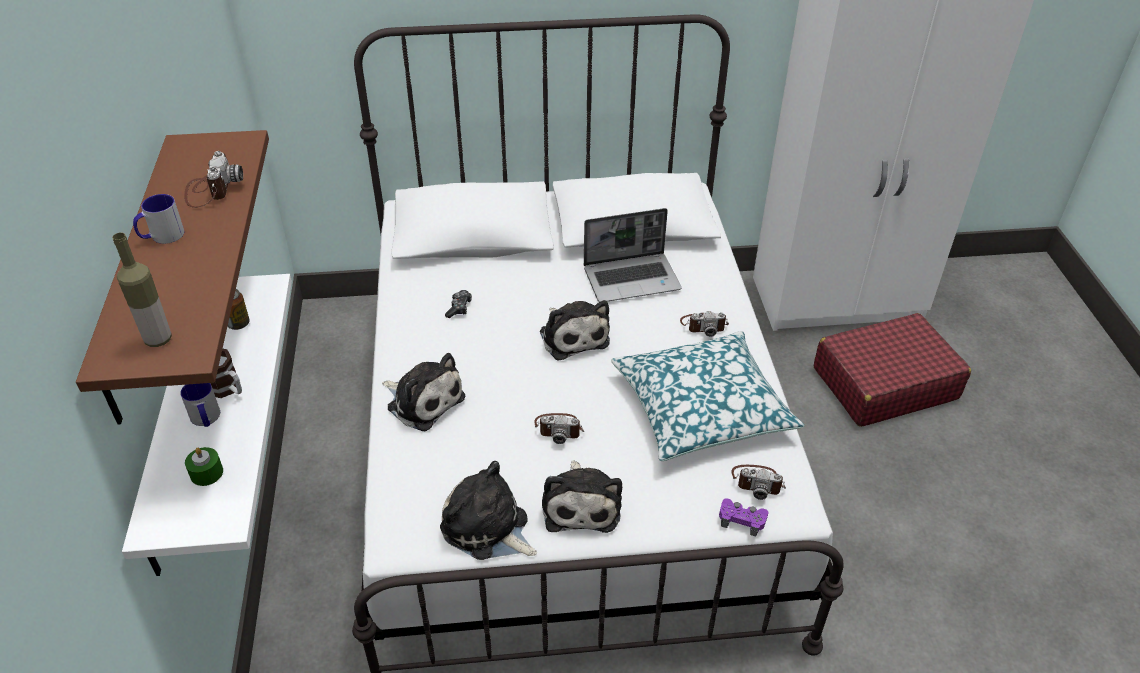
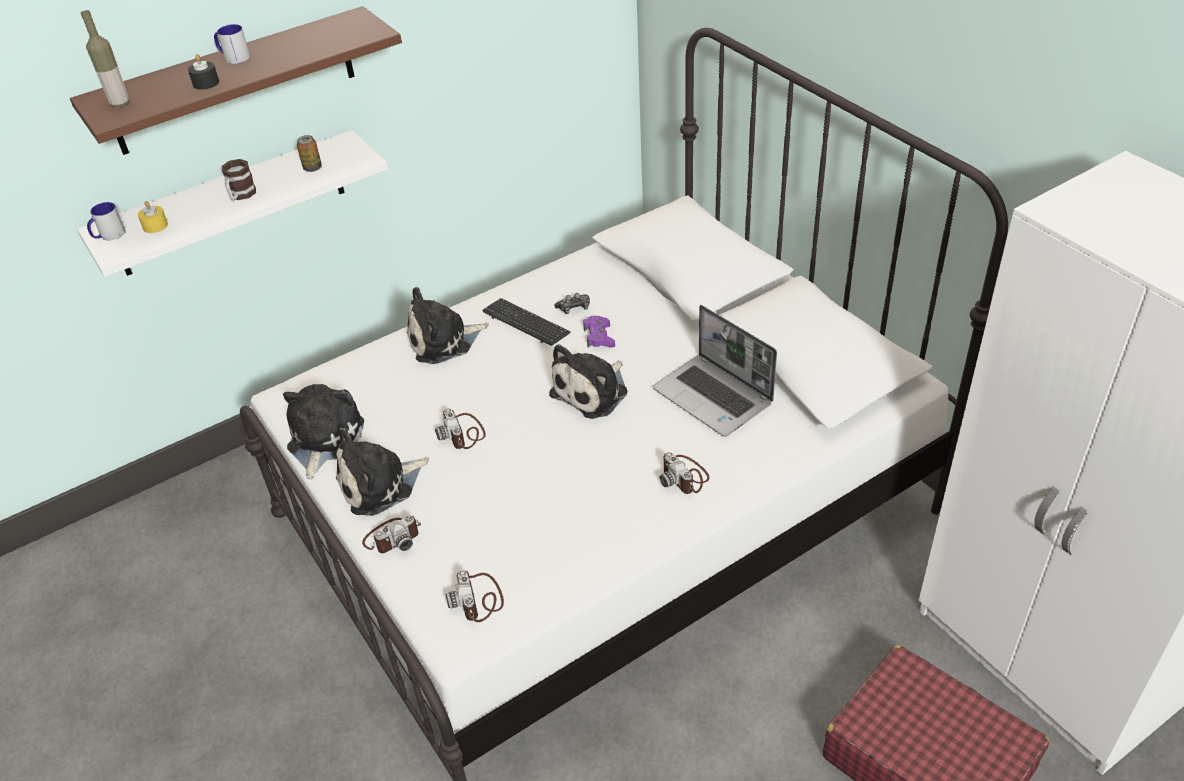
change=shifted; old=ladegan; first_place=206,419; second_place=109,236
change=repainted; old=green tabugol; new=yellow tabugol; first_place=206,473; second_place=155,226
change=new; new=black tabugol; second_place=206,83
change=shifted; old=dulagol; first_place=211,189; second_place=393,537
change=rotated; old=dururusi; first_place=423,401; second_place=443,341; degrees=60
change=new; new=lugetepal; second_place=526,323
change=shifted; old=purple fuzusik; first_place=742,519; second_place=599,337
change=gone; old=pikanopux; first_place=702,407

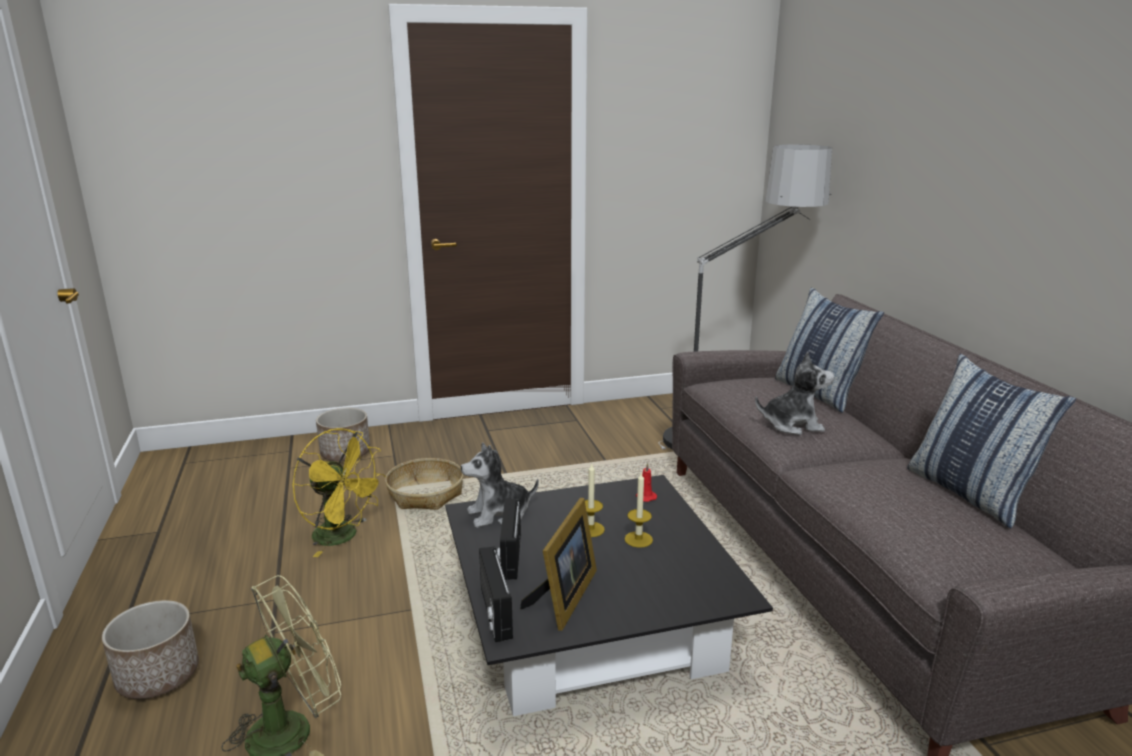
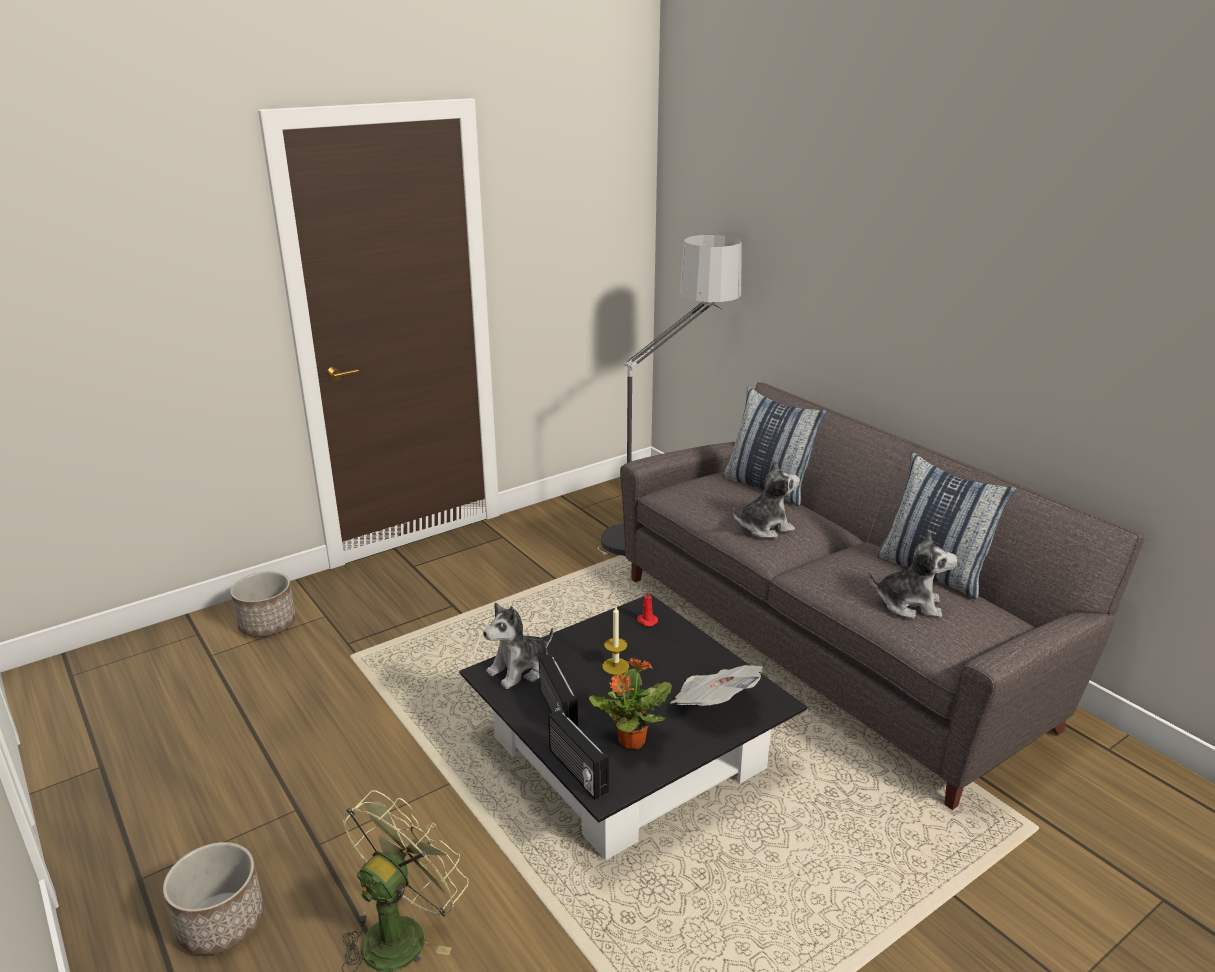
change=swapped; old=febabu; new=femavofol; first_place=564,598; second_place=631,741
change=new; new=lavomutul; second_place=714,704
change=new; new=dururusi; second_place=909,604
change=gone; old=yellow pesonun; first_place=343,537
change=gone; old=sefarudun; first_place=425,494
change=gone; old=tabugol; first_place=638,539

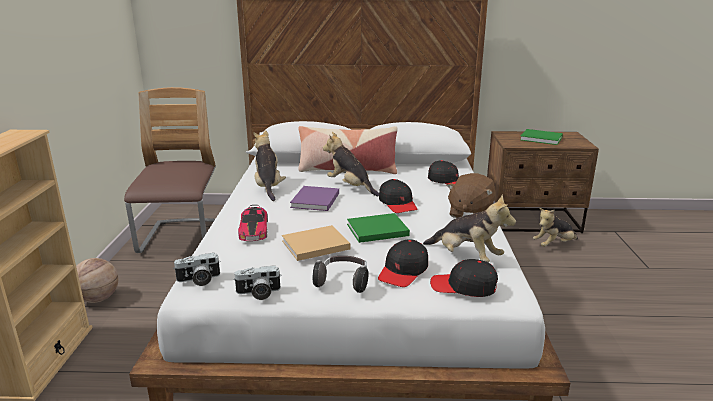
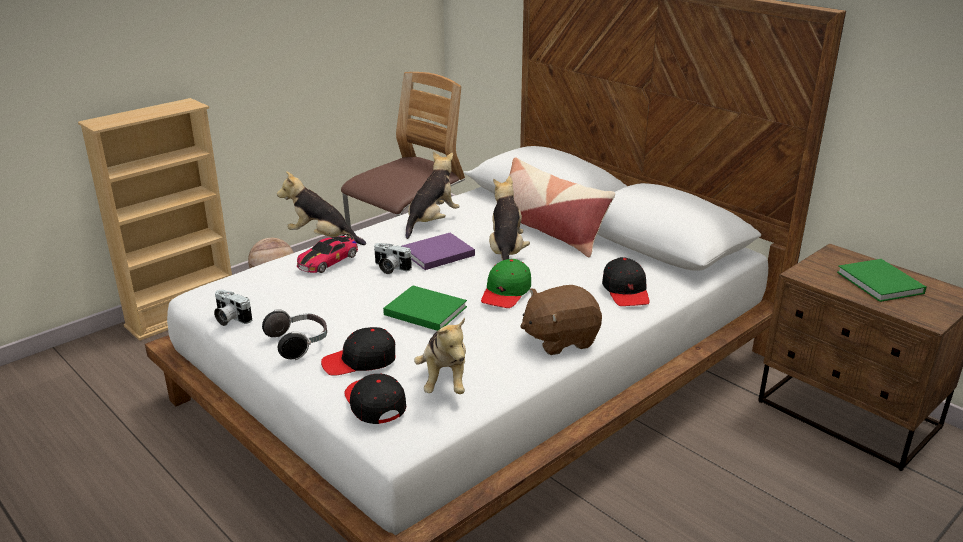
change=shifted; old=dururusi; first_place=554,245; second_place=322,238
change=shifted; old=dulagol; first_place=199,280; second_place=390,268
change=repainted; old=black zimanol; new=green zimanol; first_place=398,203; second_place=506,292
change=gone; old=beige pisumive; first_place=313,245

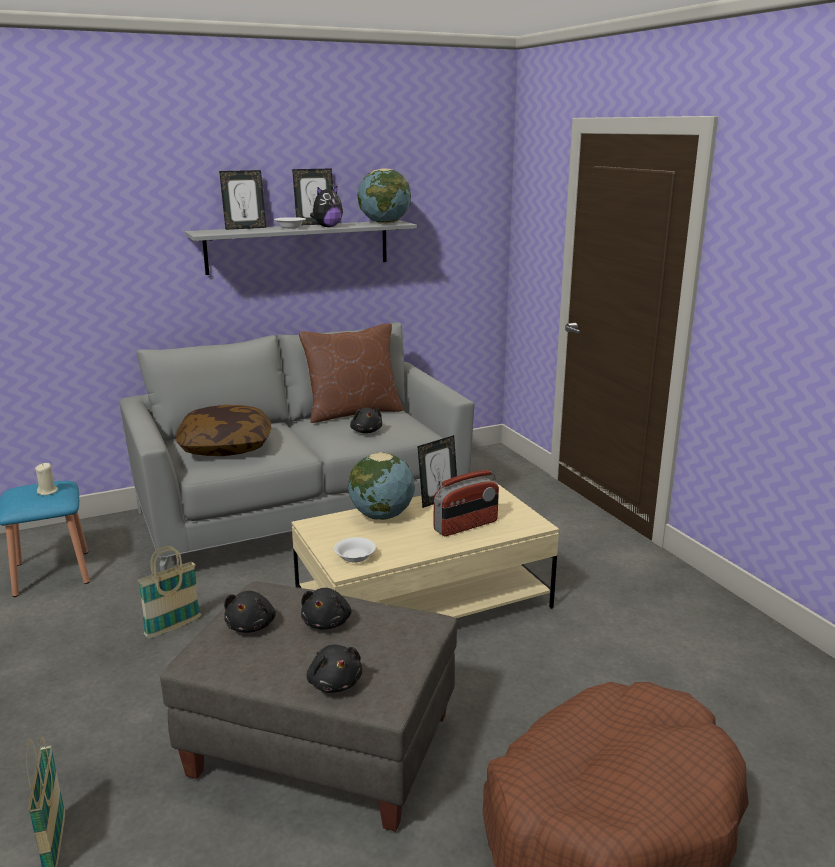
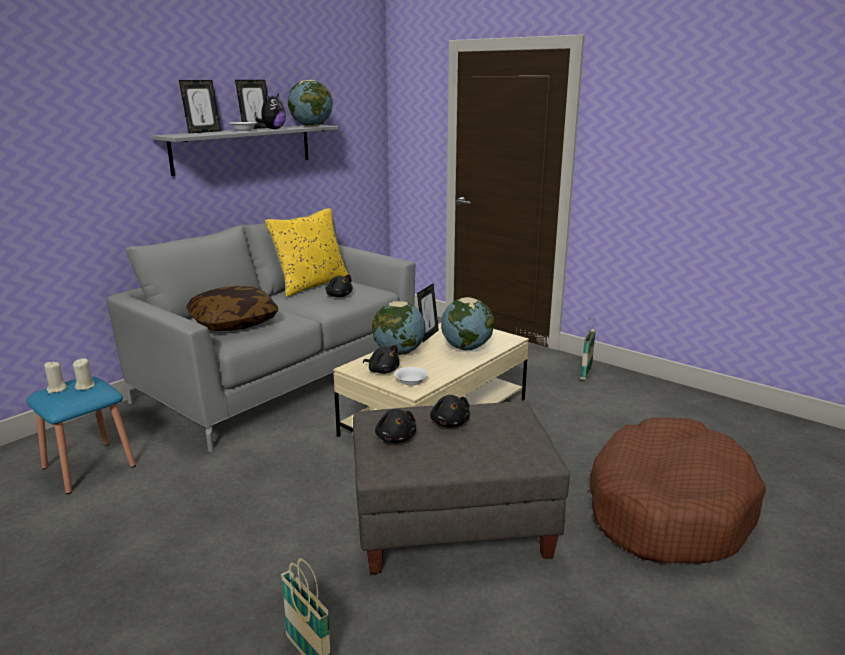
change=new; new=beige tabugol; second_place=57,389
change=repainted; old=brown pikanopux; new=yellow pikanopux; first_place=353,412; second_place=311,285
change=shifted; old=black dururusi; first_place=334,682; second_place=382,371
change=swapped; old=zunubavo; new=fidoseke; first_place=466,526; second_place=466,348
change=shifted; old=sefarudun; first_place=173,627; second_place=586,373

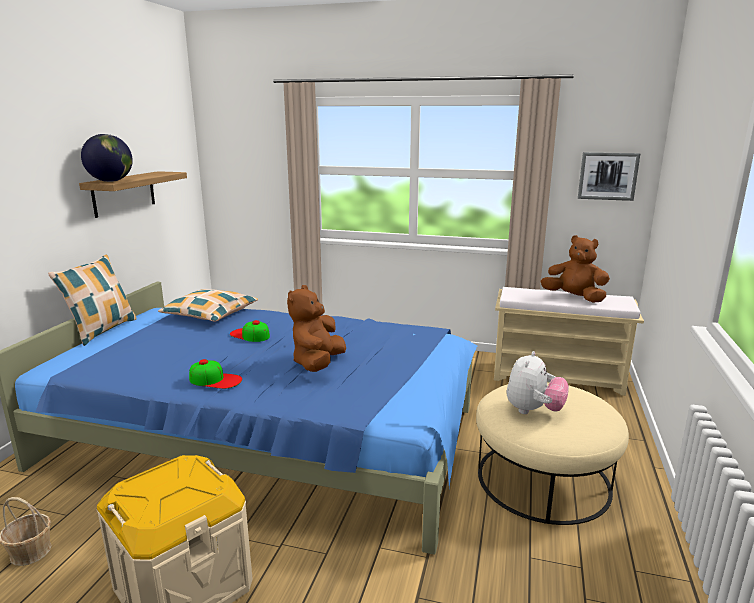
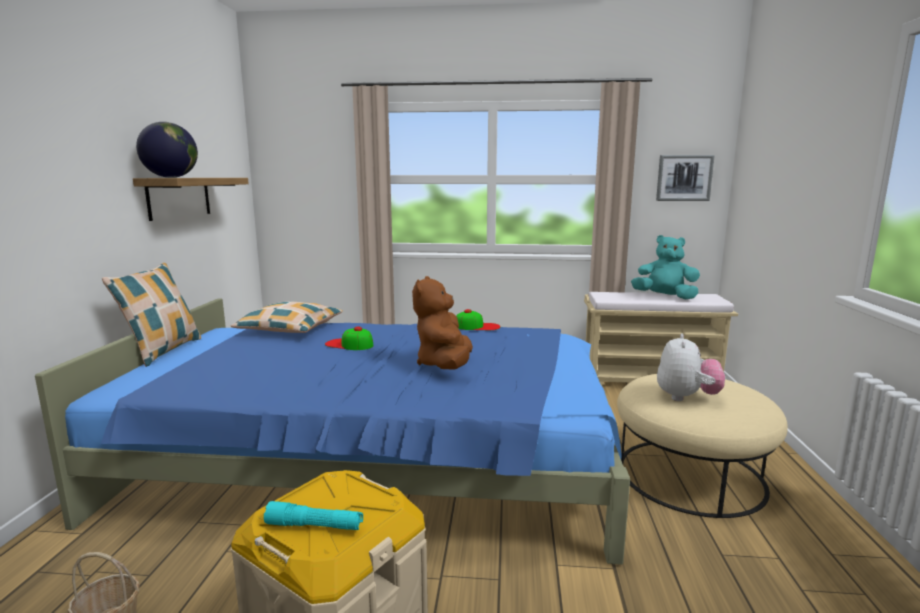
change=new; new=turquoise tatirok; second_place=314,526
change=shifted; old=zimanol; first_place=215,380; second_place=477,326
change=repainted; old=brown dururusi; new=turquoise dururusi; first_place=574,298; second_place=664,297

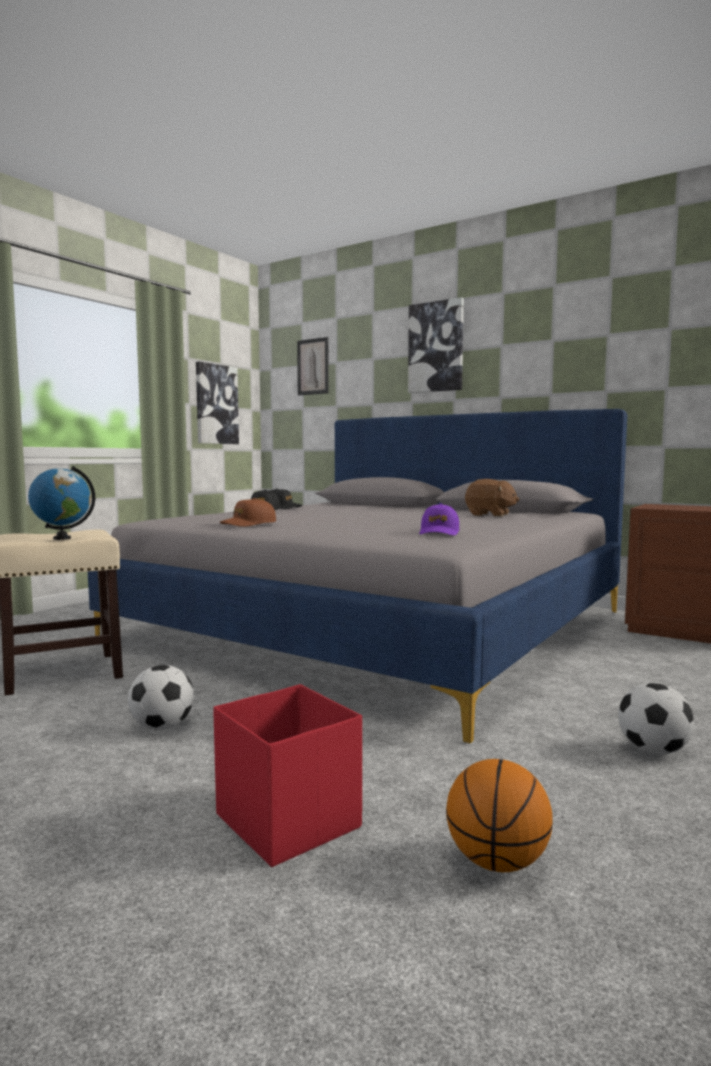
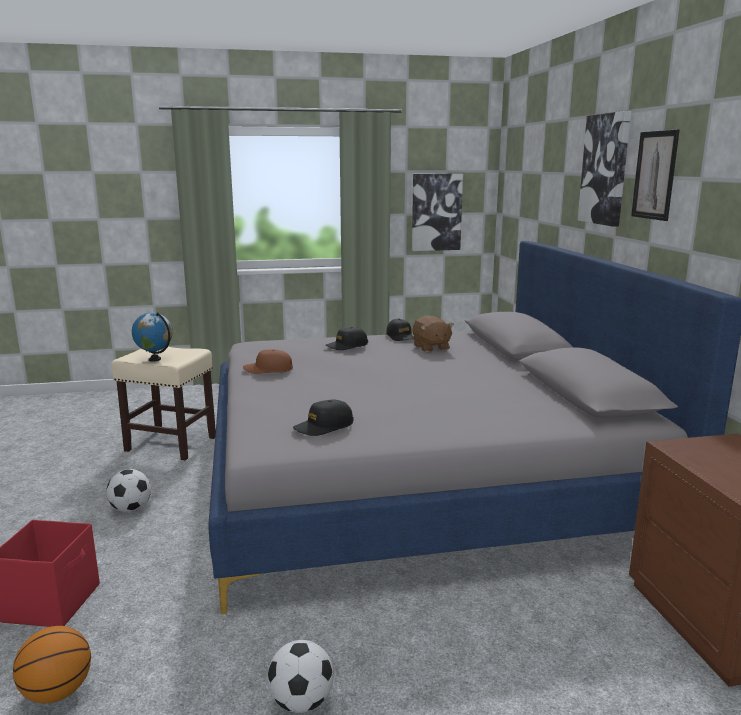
change=repainted; old=purple zimanol; new=black zimanol; first_place=439,532; second_place=324,426
change=shifted; old=brown dururusi; first_place=489,515; second_place=431,347
change=shifted; old=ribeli; first_place=313,366; second_place=655,175

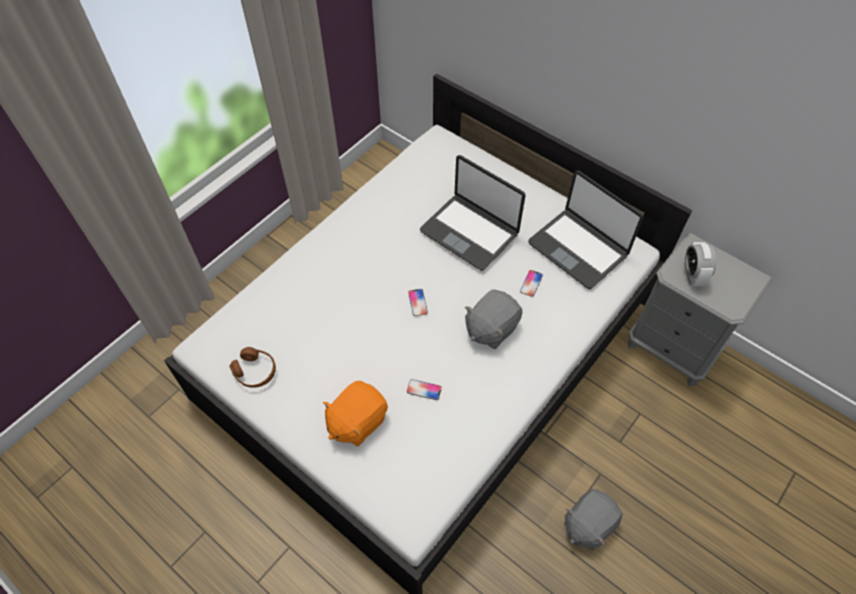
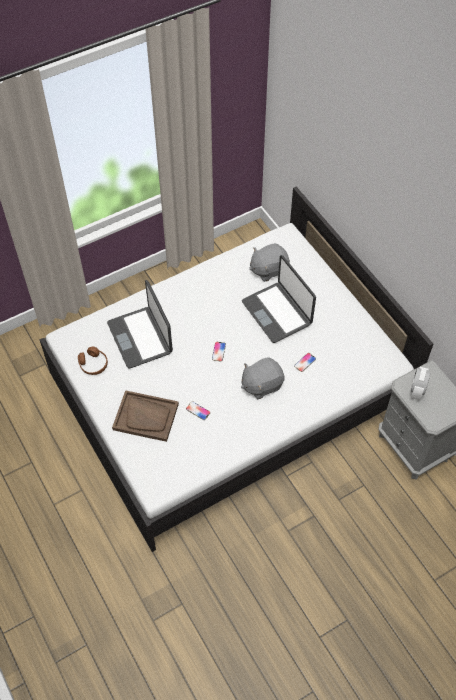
change=shifted; old=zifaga; first_place=578,248; second_place=140,337
change=swapped; old=orange dururusi; new=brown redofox; first_place=357,421; second_place=146,417
change=shifted; old=grey dururusi; first_place=588,524; second_place=268,269

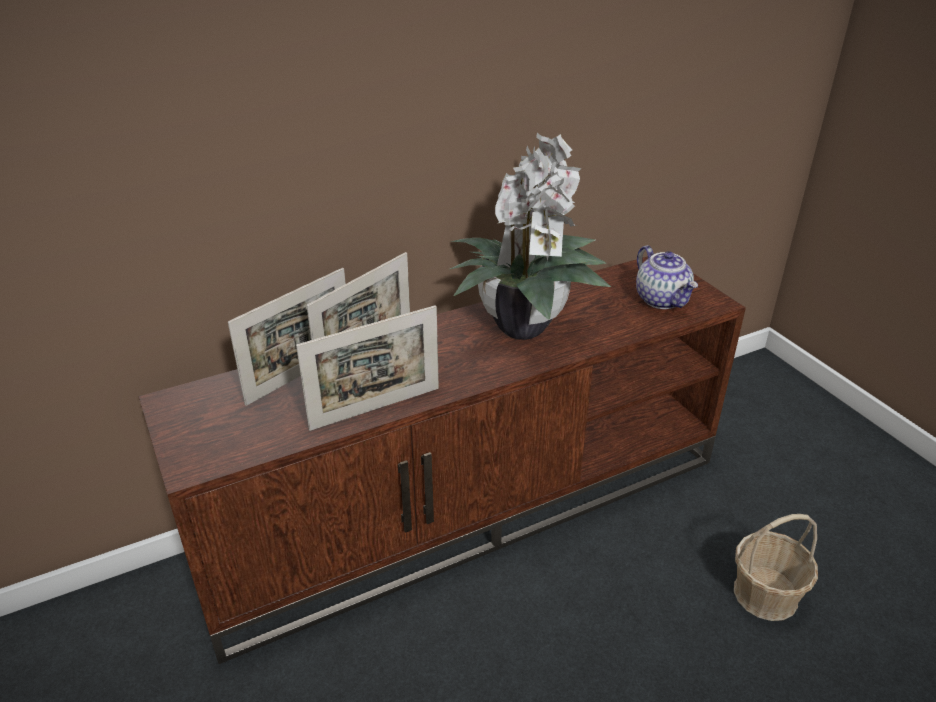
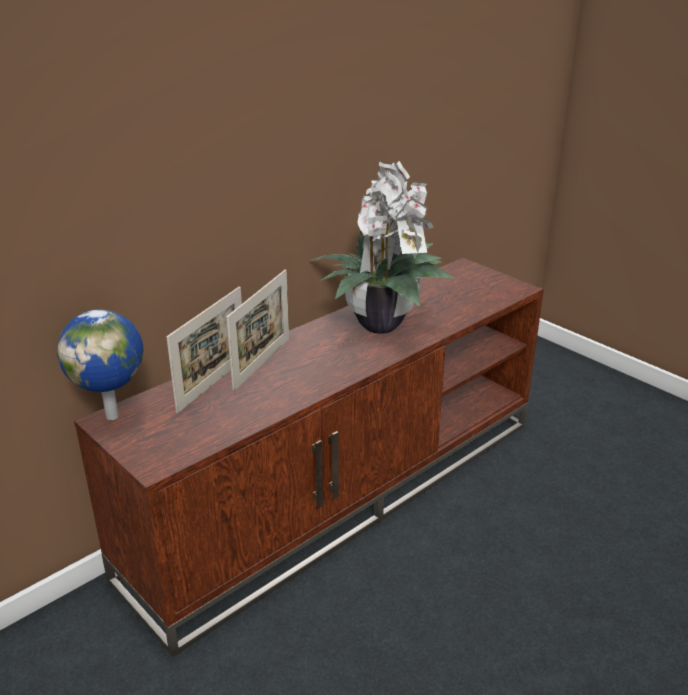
change=new; new=fidoseke; second_place=114,415
change=gone; old=febabu; first_place=375,408
change=gone; old=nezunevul; first_place=662,300
change=gone; old=sefarudun; first_place=766,594

